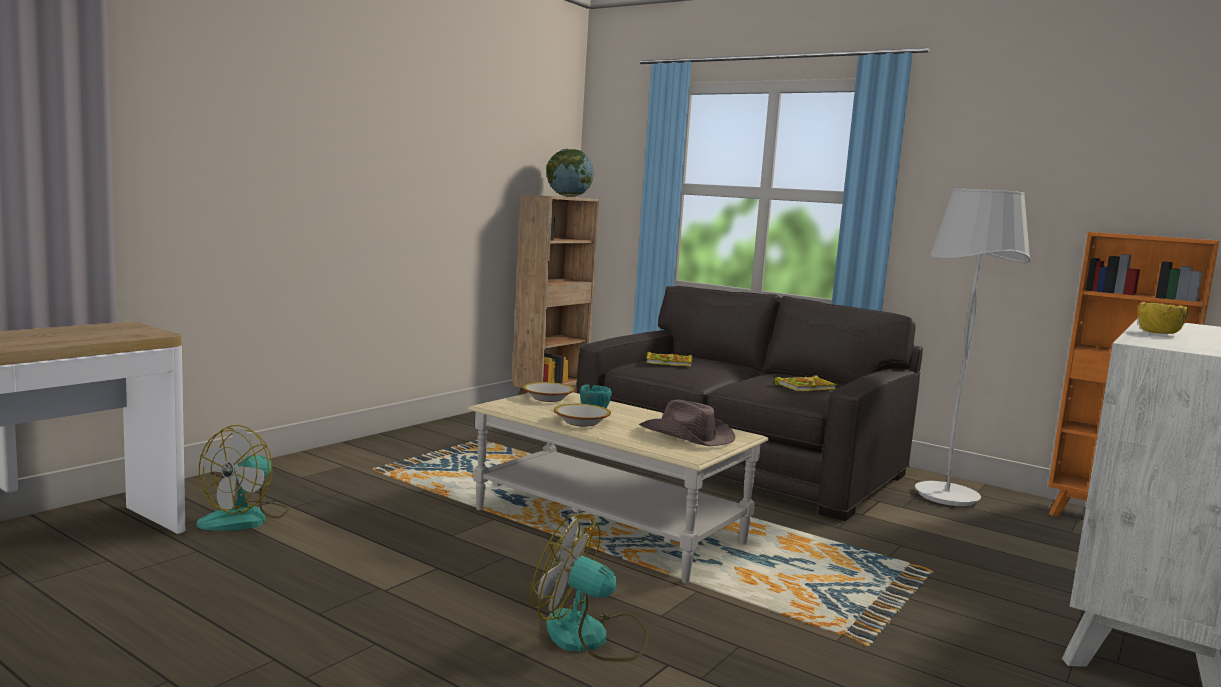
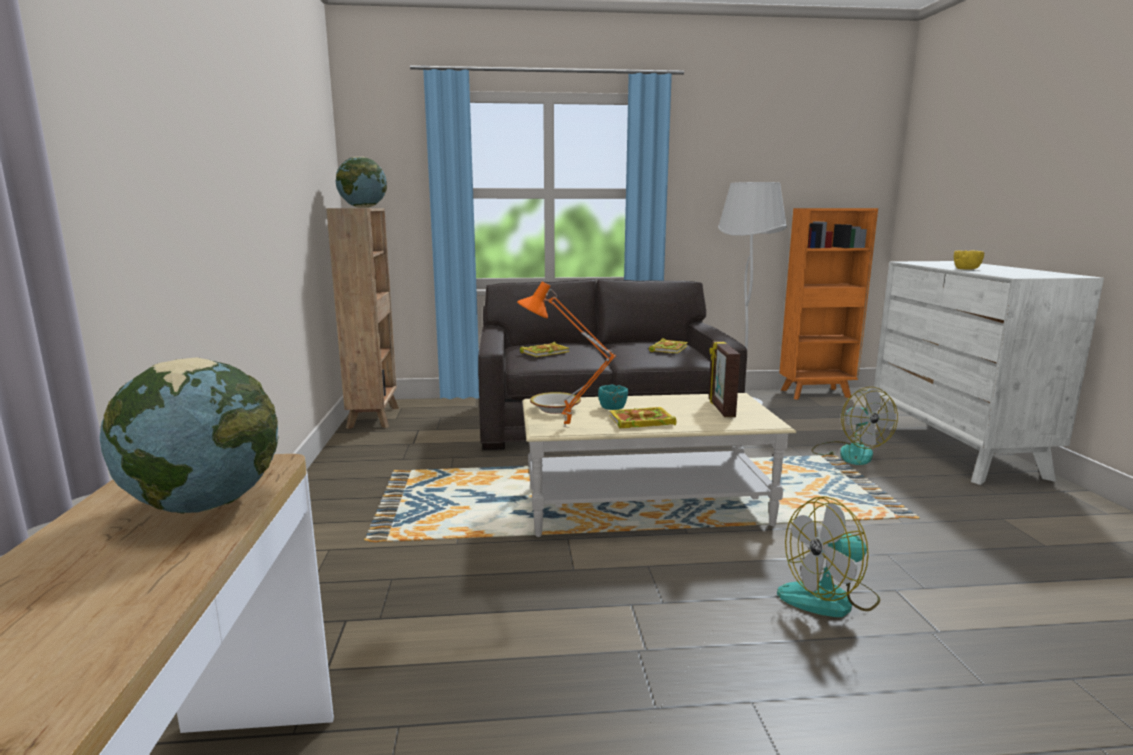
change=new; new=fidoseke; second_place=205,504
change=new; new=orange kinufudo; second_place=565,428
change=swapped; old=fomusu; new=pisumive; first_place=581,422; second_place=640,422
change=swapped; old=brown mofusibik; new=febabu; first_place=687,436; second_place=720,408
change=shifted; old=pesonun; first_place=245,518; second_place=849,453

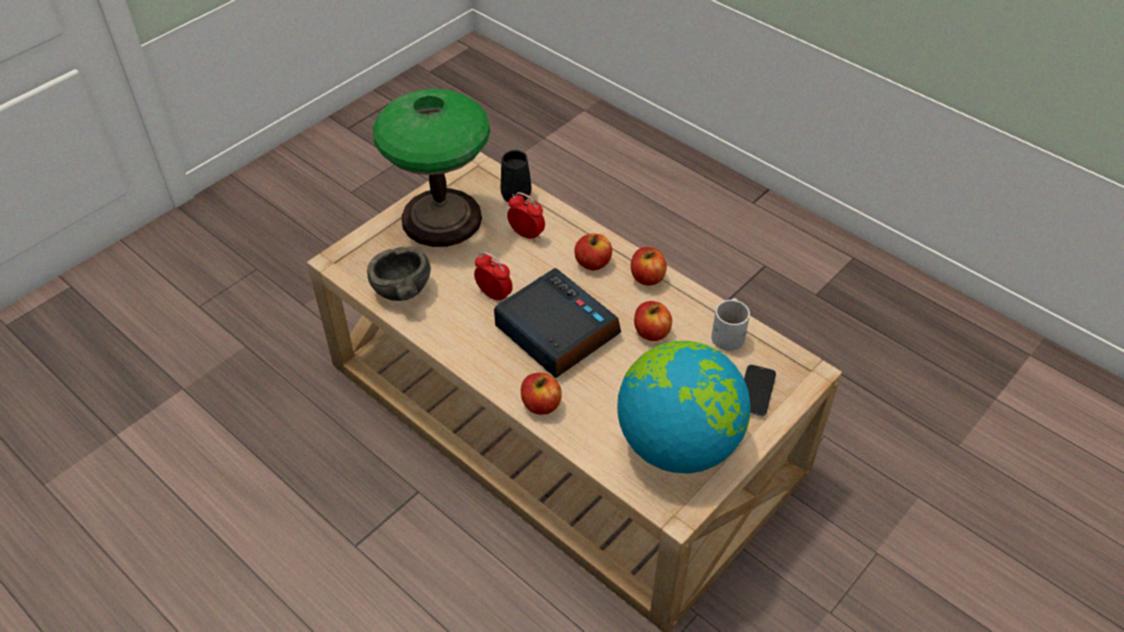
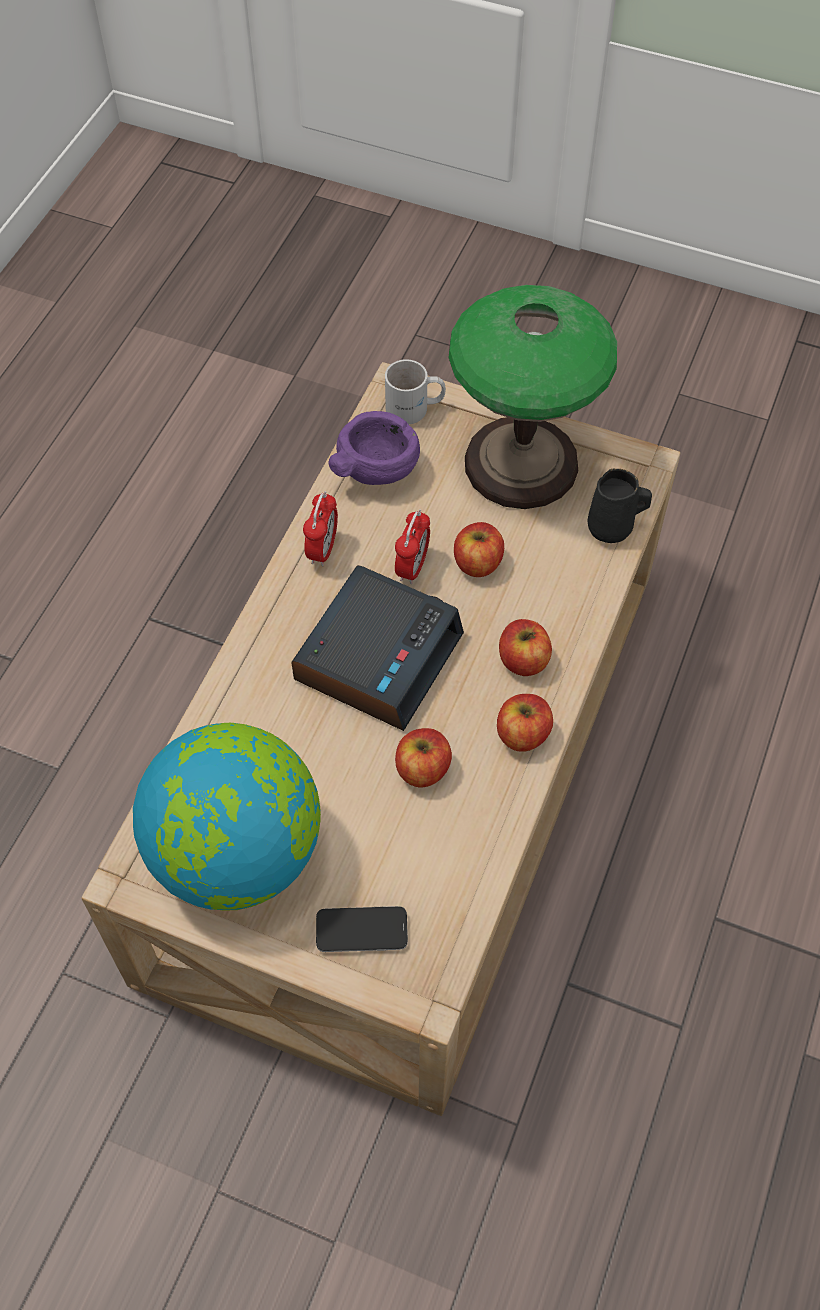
change=shifted; old=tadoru; first_place=526,234; second_place=322,550
change=repainted; old=grey fomusu; new=purple fomusu; first_place=401,289; second_place=376,468
change=shifted; old=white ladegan; first_place=730,333; second_place=415,409
change=shifted; old=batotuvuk; first_place=540,404; second_place=477,563

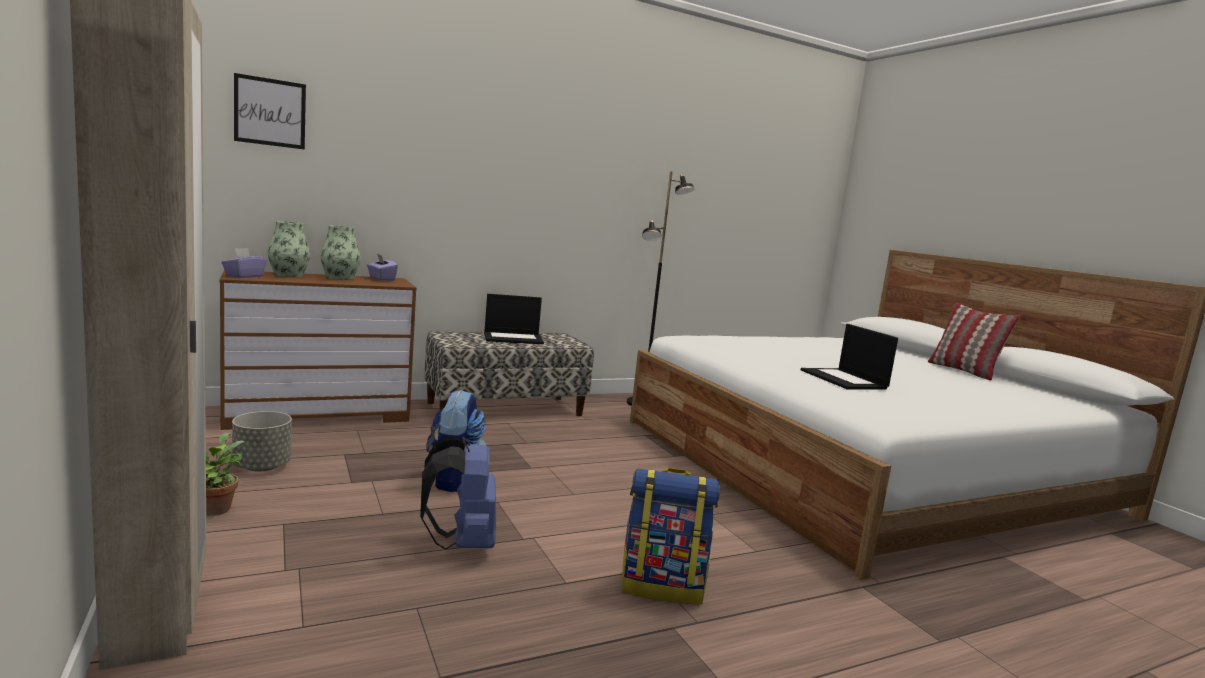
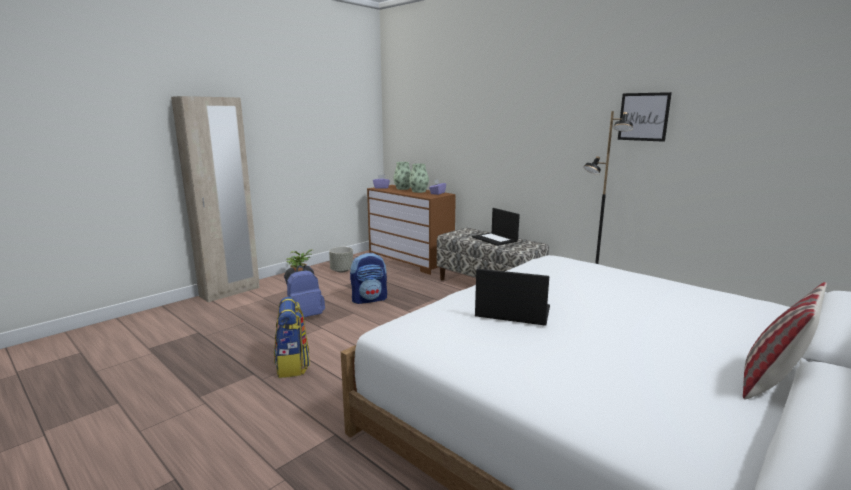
change=rotated; old=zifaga; first_place=844,380; second_place=511,312; degrees=60
change=shifted; old=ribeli; first_place=270,112; second_place=643,117

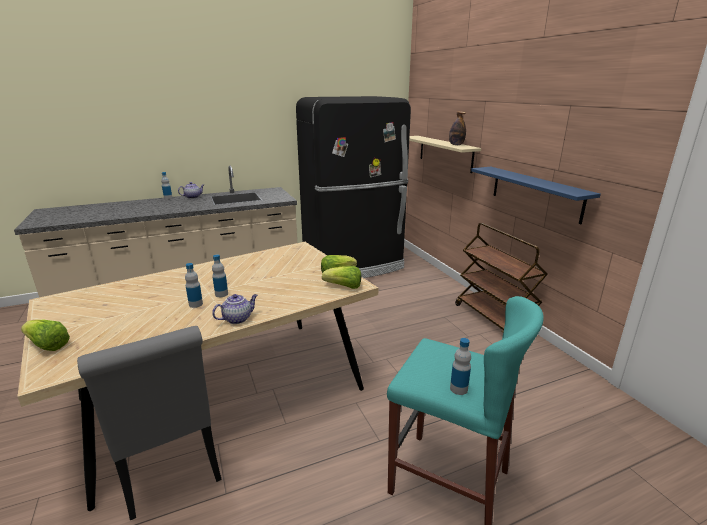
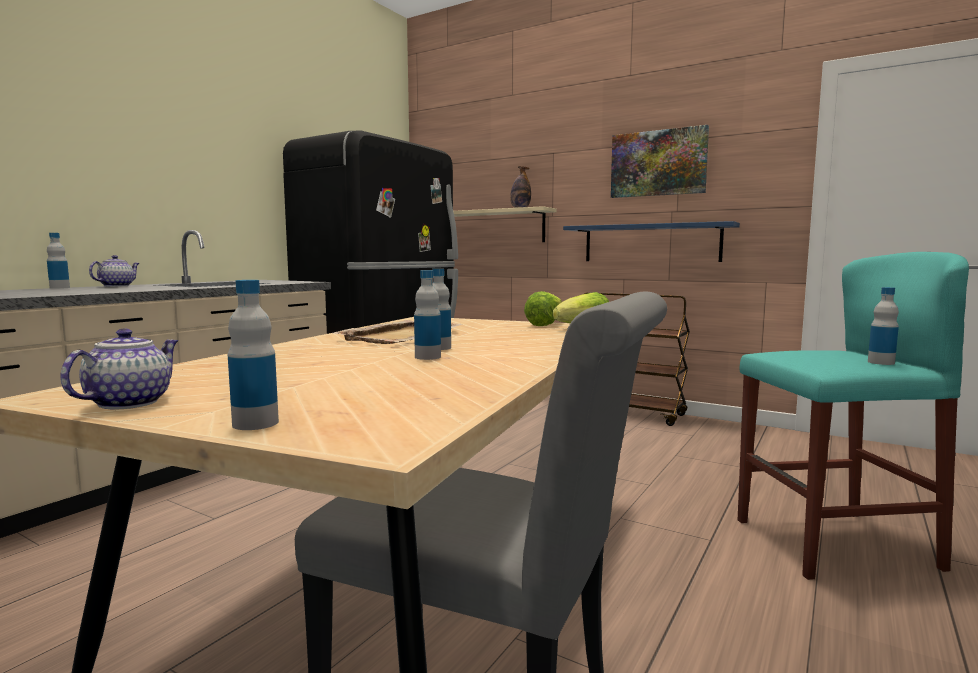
change=shifted; old=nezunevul; first_place=238,319; second_place=130,402
change=swapped; old=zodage; new=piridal; first_place=47,345; second_place=255,423
change=new; new=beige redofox; second_place=403,335
change=new; new=ribeli; second_place=658,163

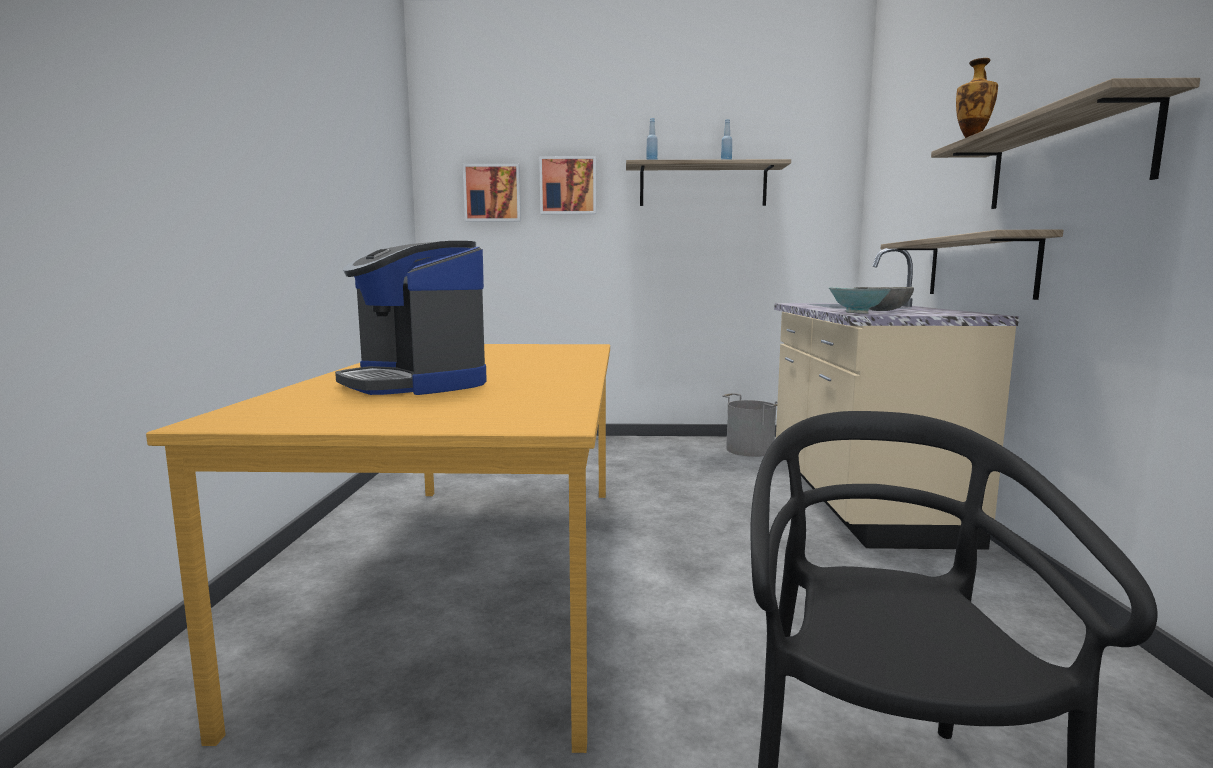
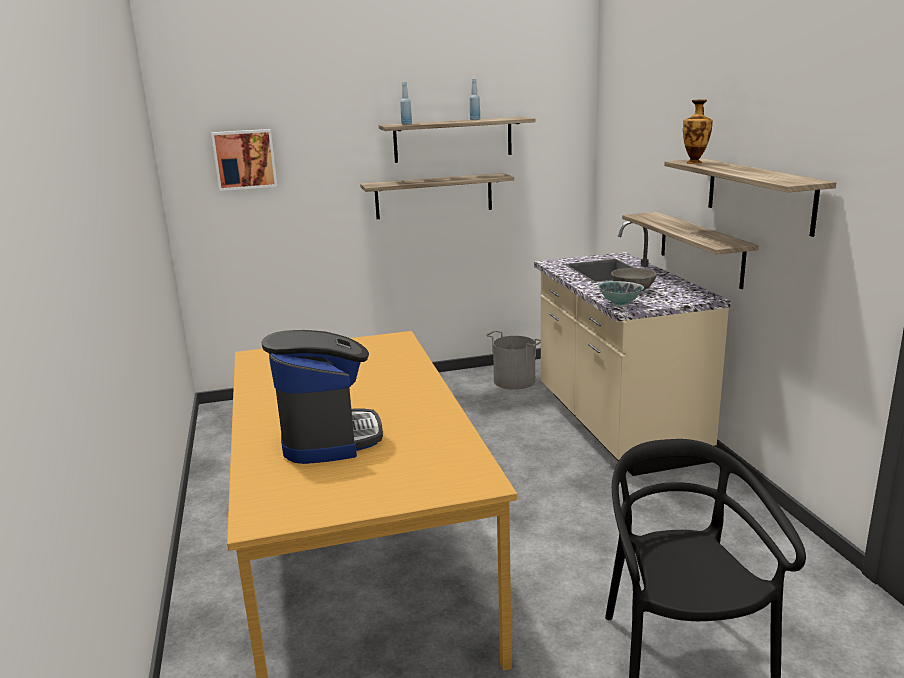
change=rotated; old=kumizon; first_place=415,383; second_place=328,437; degrees=-135
change=new; new=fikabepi; second_place=434,196
change=gone; old=ribeli; first_place=568,186

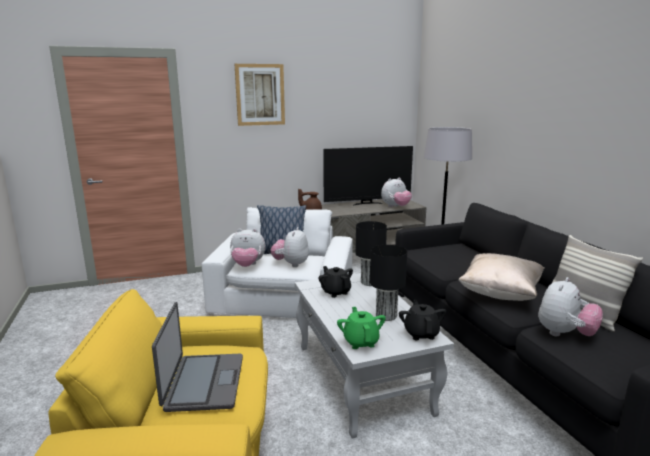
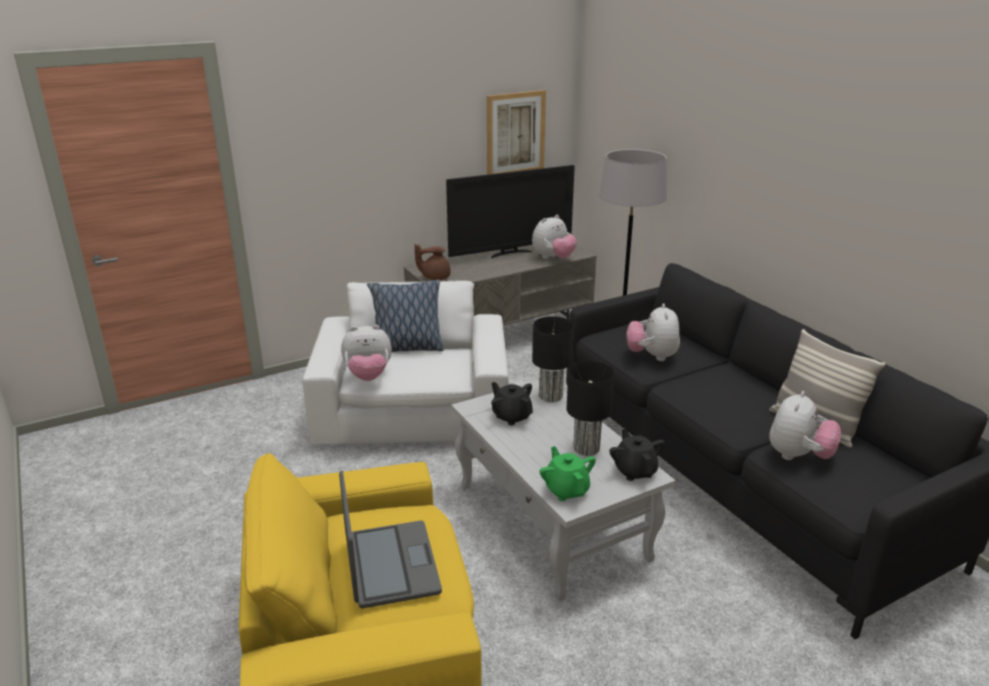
change=shifted; old=ribeli; first_place=260,95; second_place=515,134
change=shifted; old=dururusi; first_place=291,264; second_place=652,356
change=gone; old=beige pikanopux; first_place=500,293

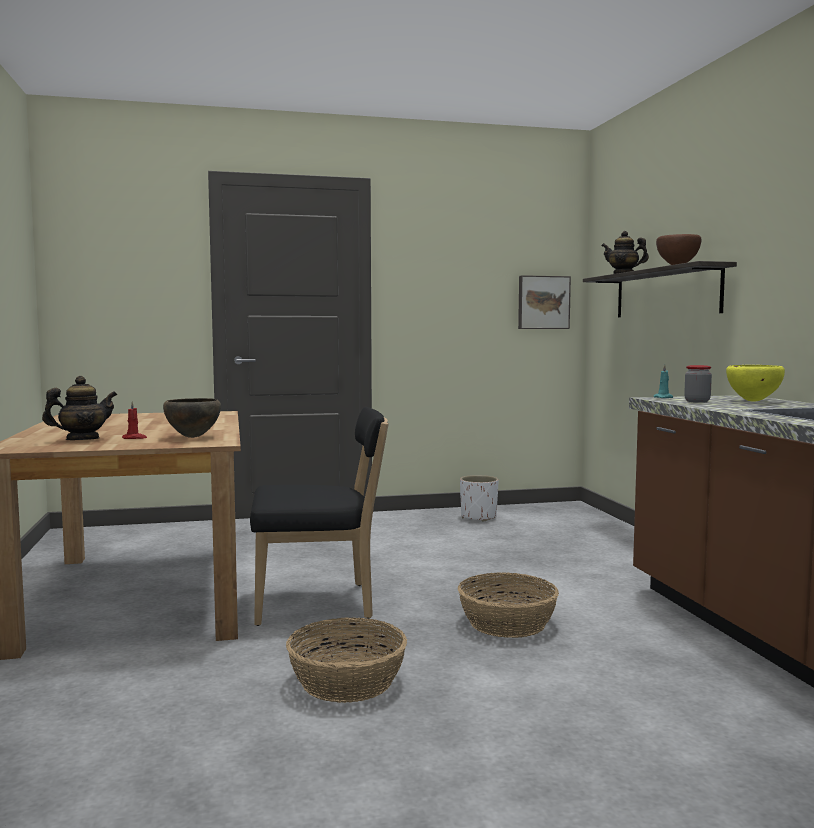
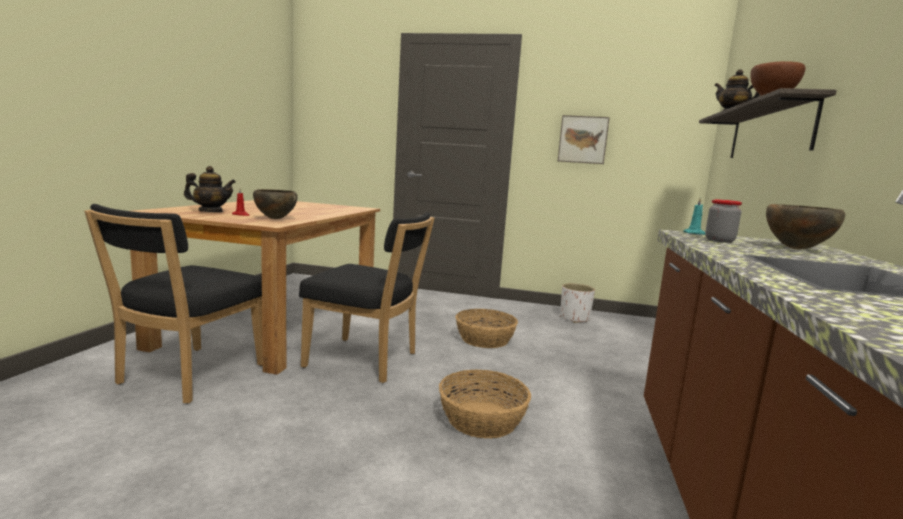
change=new; new=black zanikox; second_place=187,376
change=shifted; old=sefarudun; first_place=348,681; second_place=485,339
change=shifted; old=ribeli; first_place=543,302; second_place=582,140
change=repainted; old=yellow fomusu; new=brown fomusu; first_place=753,401; second_place=795,249

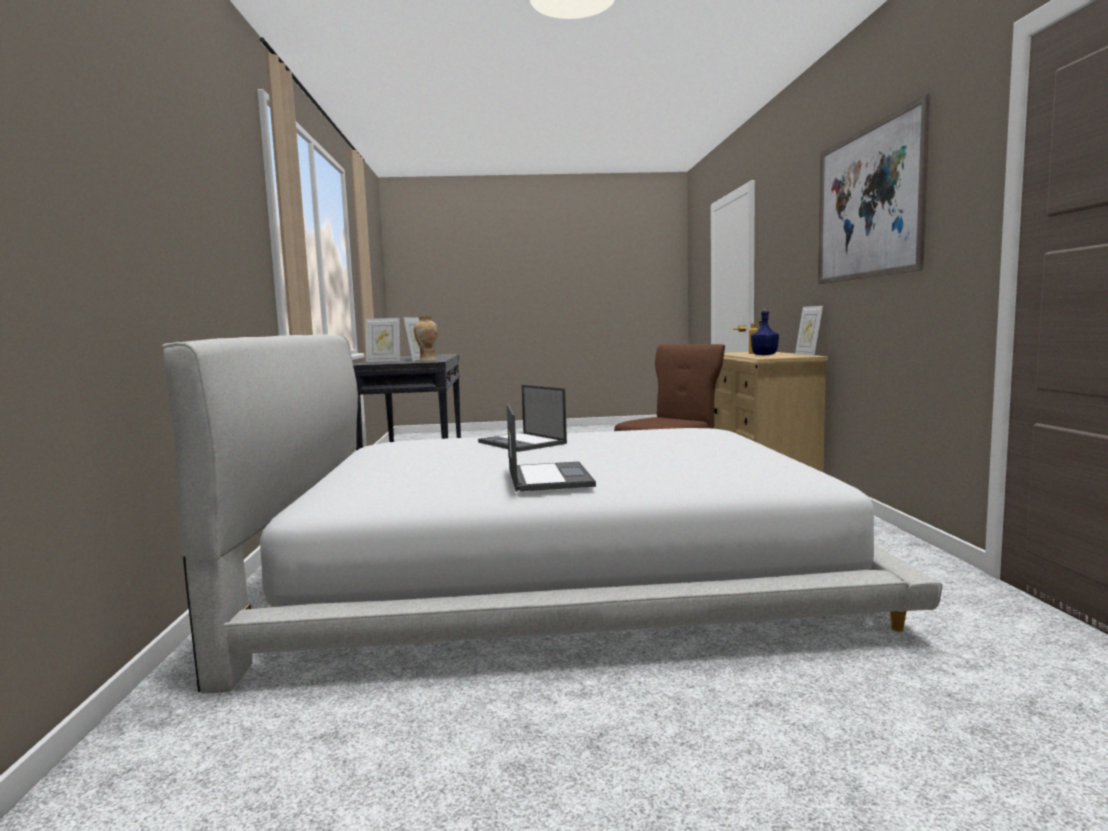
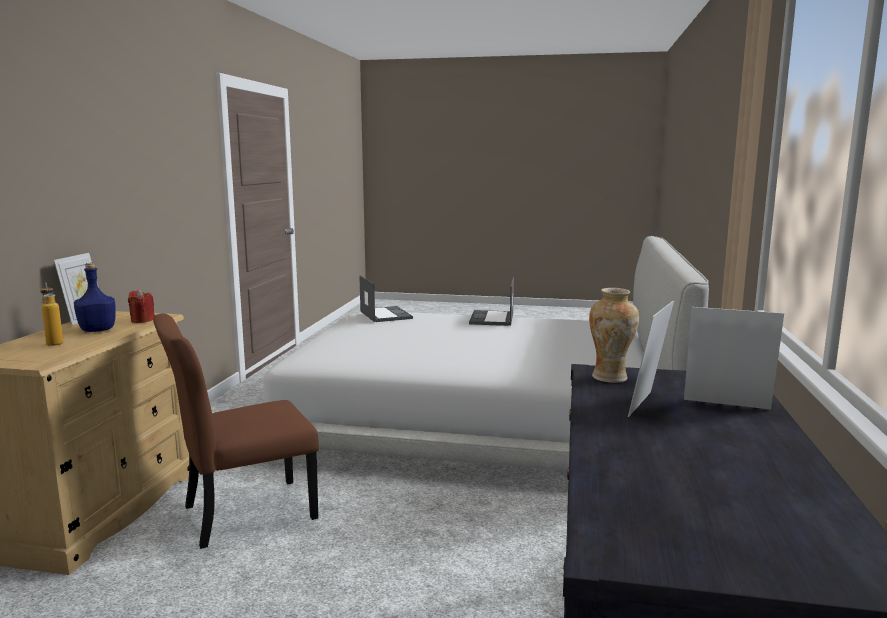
change=new; new=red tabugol; second_place=142,320
change=shifted; old=zifaga; first_place=523,443; second_place=385,315
change=gone; old=ribeli; first_place=867,203

